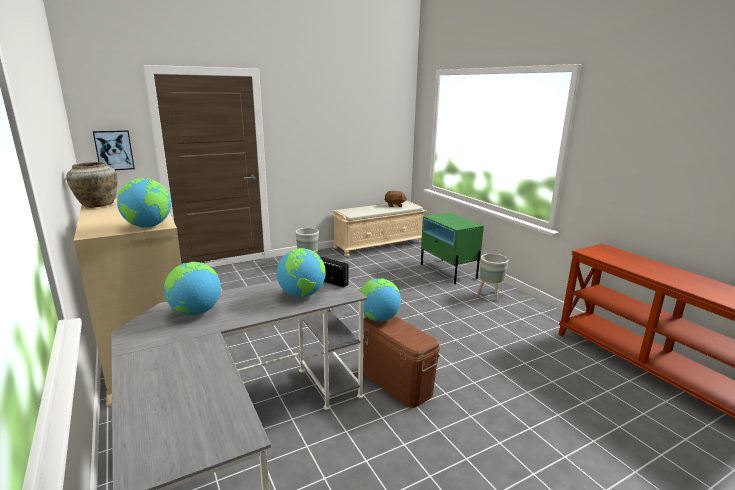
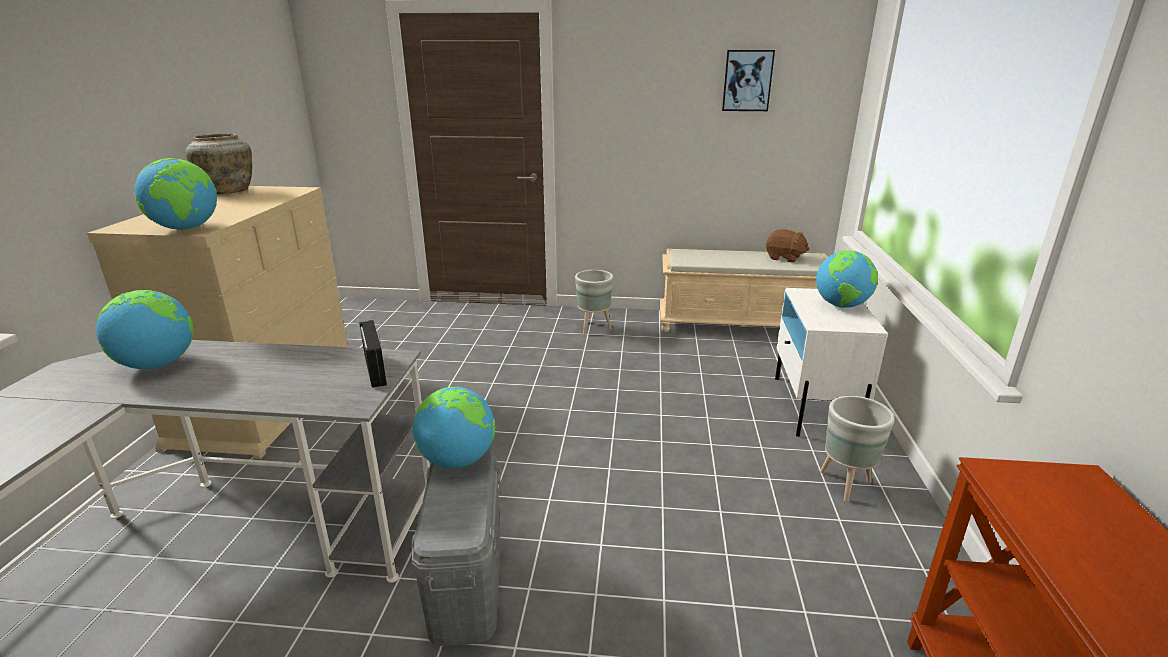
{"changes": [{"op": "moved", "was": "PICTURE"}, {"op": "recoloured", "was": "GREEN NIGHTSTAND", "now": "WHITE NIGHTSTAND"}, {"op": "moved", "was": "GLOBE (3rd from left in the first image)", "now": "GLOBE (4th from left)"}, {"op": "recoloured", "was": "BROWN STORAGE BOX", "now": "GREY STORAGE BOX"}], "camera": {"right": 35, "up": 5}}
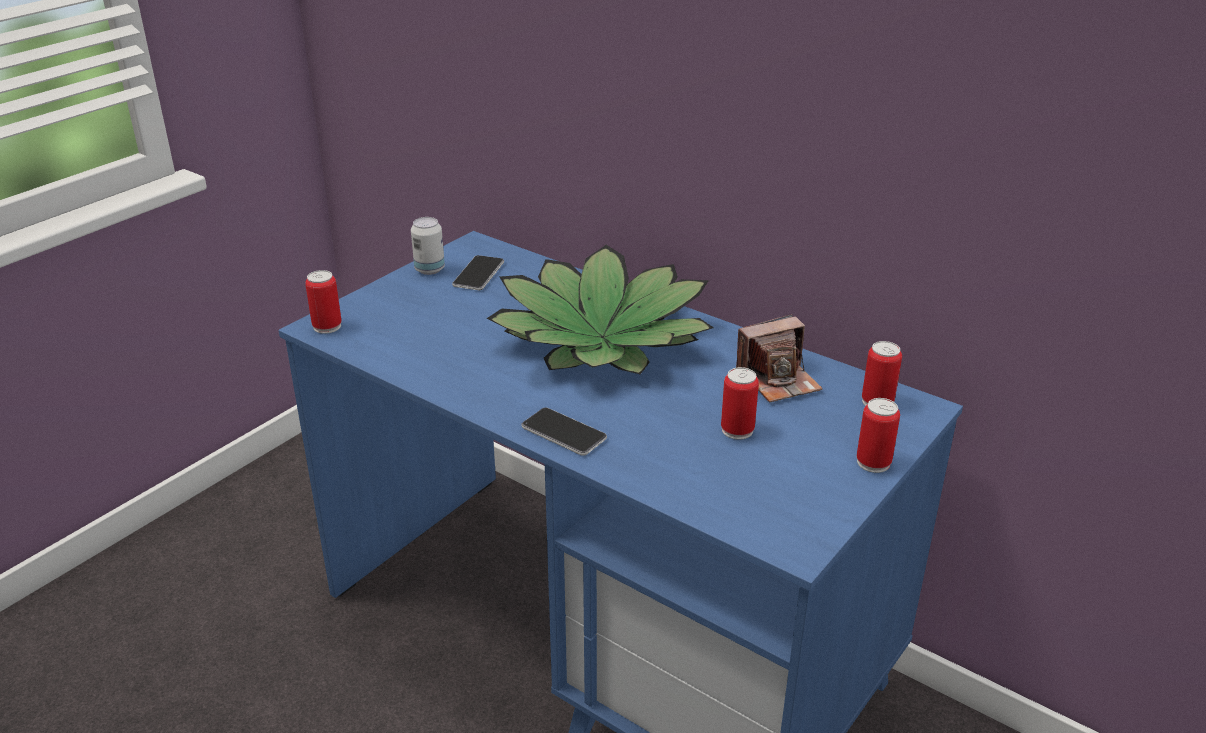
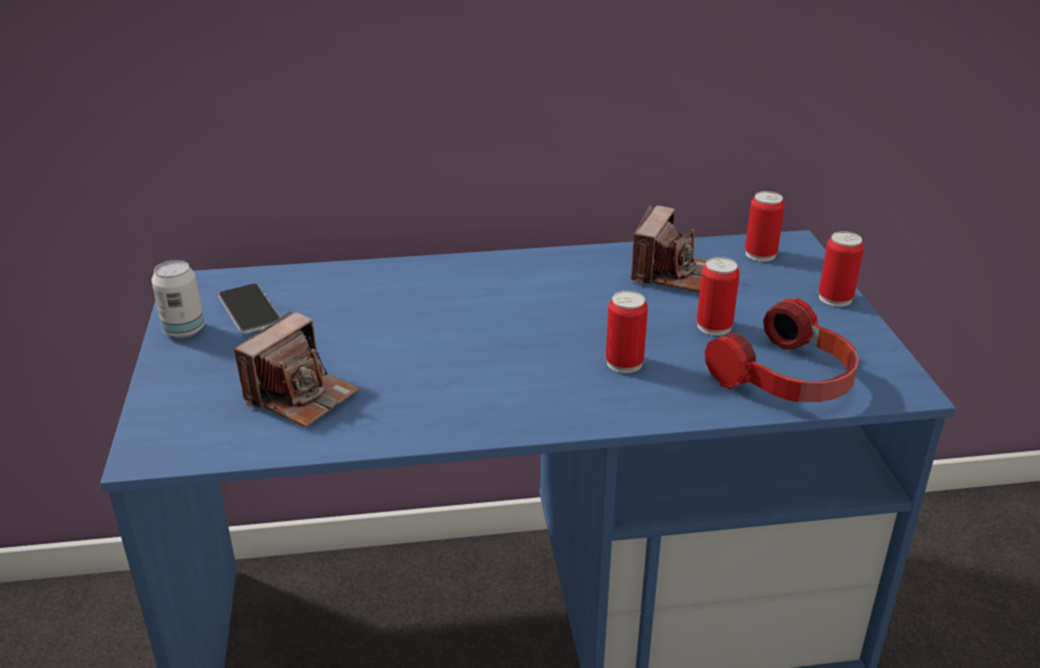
{"changes": [{"op": "removed", "was": "POTTED PLANT"}, {"op": "moved", "was": "CAN (1st from left in the first image)", "now": "CAN (2nd from left)"}, {"op": "removed", "was": "PHONE (2nd from left)"}, {"op": "added", "now": "HEADPHONES"}, {"op": "added", "now": "PHOTO CAMERA (1st from left)"}], "camera": {"right": -45, "up": 0}}
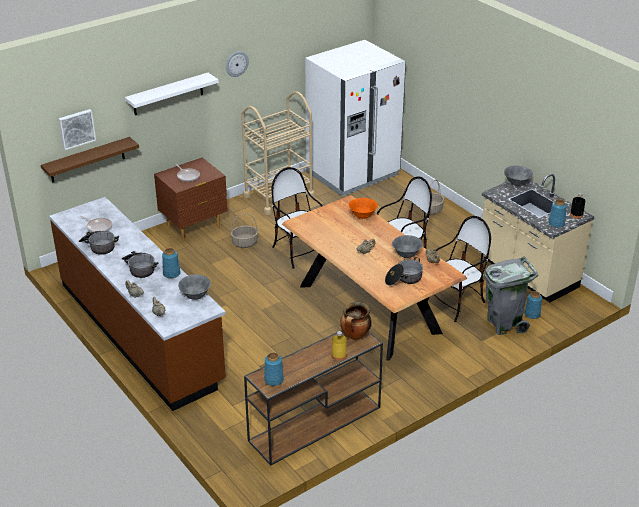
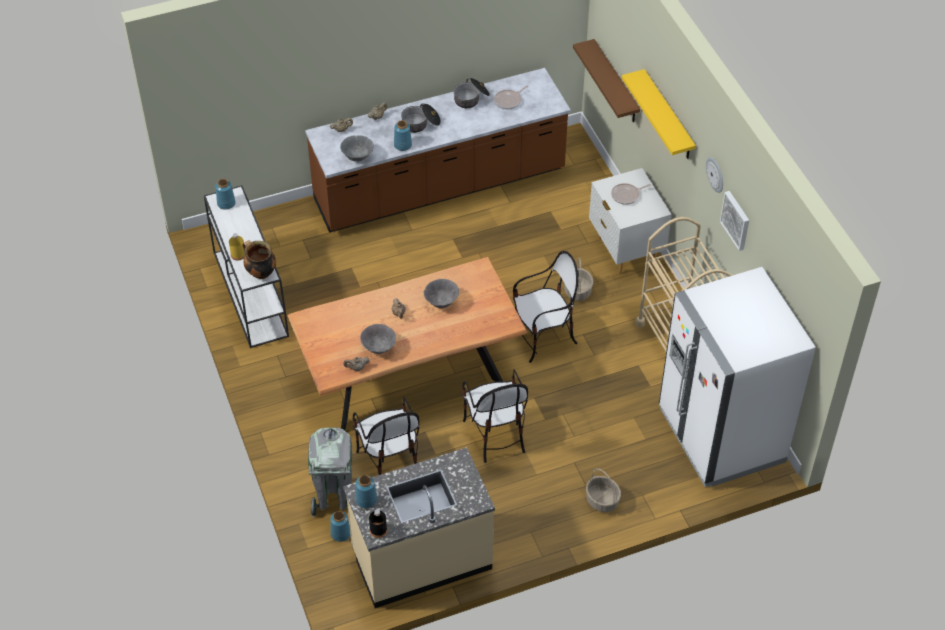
{"changes": [{"op": "recoloured", "was": "WHITE SHELF", "now": "YELLOW SHELF"}, {"op": "moved", "was": "PICTURE"}, {"op": "recoloured", "was": "BROWN NIGHTSTAND", "now": "WHITE NIGHTSTAND"}, {"op": "moved", "was": "GREY BOWL (3rd from left)"}, {"op": "removed", "was": "ORANGE BOWL"}, {"op": "removed", "was": "COOKING POT (4th from left)"}, {"op": "recoloured", "was": "BROWN CONSOLE TABLE", "now": "WHITE CONSOLE TABLE"}], "camera": {"right": 105, "up": 15}}
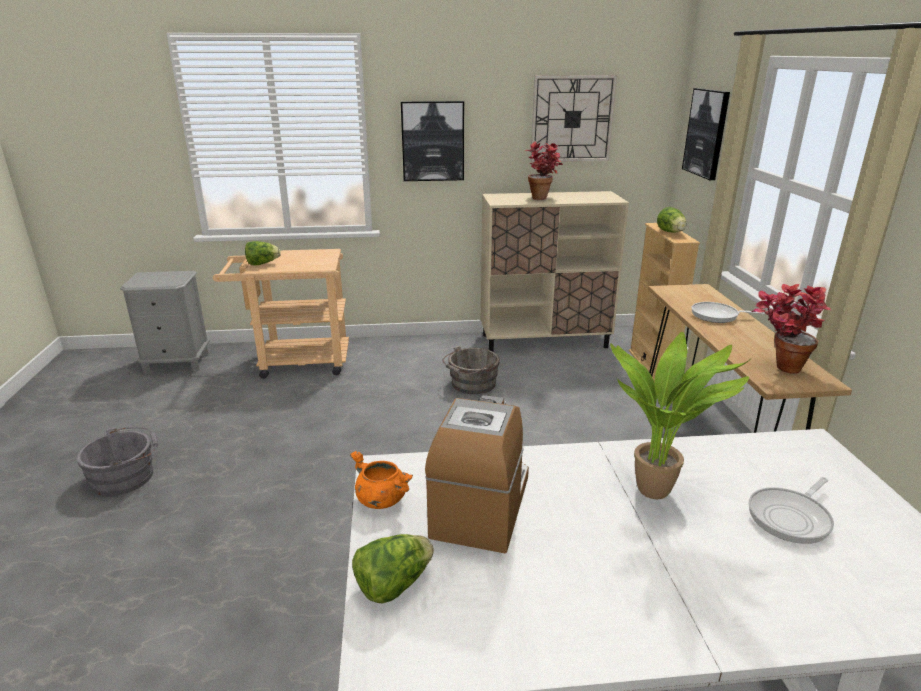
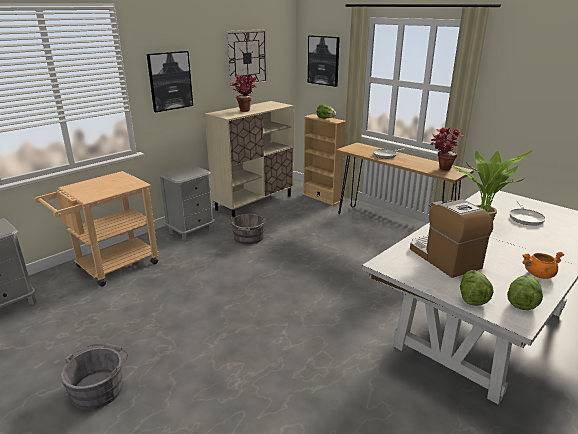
{"changes": [{"op": "moved", "was": "LETTUCE (1st from left in the first image)", "now": "LETTUCE (3rd from left)"}, {"op": "moved", "was": "ORANGE COOKING POT"}, {"op": "added", "now": "GREY NIGHTSTAND (2nd from left)"}], "camera": {"right": -40, "up": 0}}
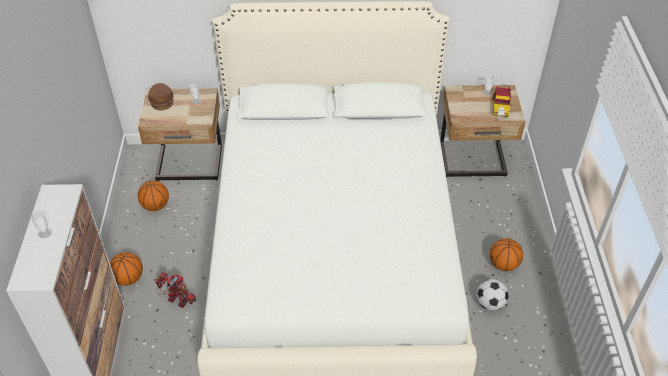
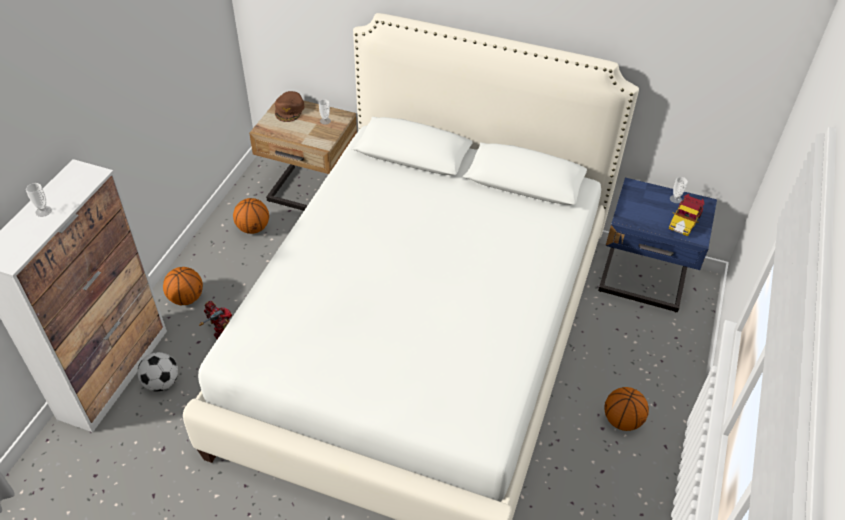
{"changes": [{"op": "recoloured", "was": "BEIGE NIGHTSTAND (2nd from left)", "now": "BLUE NIGHTSTAND"}, {"op": "moved", "was": "FOOTBALL"}], "camera": {"right": 20, "up": 0}}
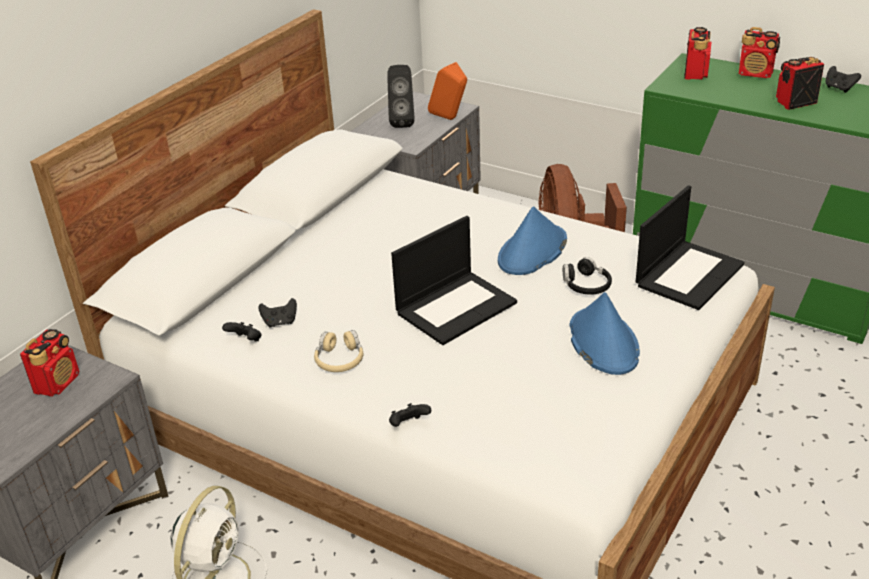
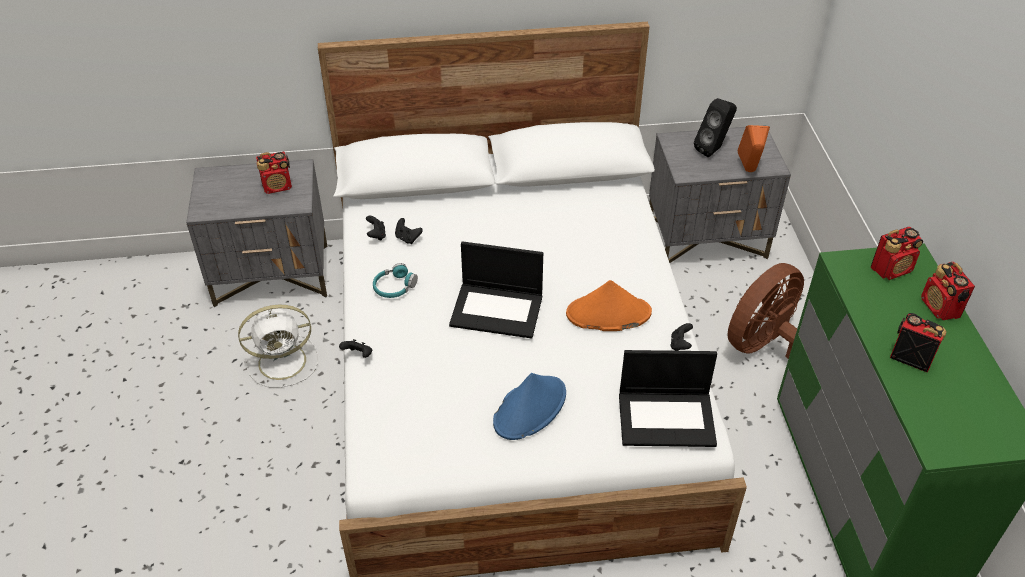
{"changes": [{"op": "moved", "was": "BLACK GAME CONTROLLER (4th from left)"}, {"op": "recoloured", "was": "BLUE HAT (1st from left)", "now": "ORANGE HAT"}, {"op": "removed", "was": "BLACK HEADPHONES"}, {"op": "recoloured", "was": "BEIGE HEADPHONES", "now": "TURQUOISE HEADPHONES"}], "camera": {"right": 50, "up": 10}}
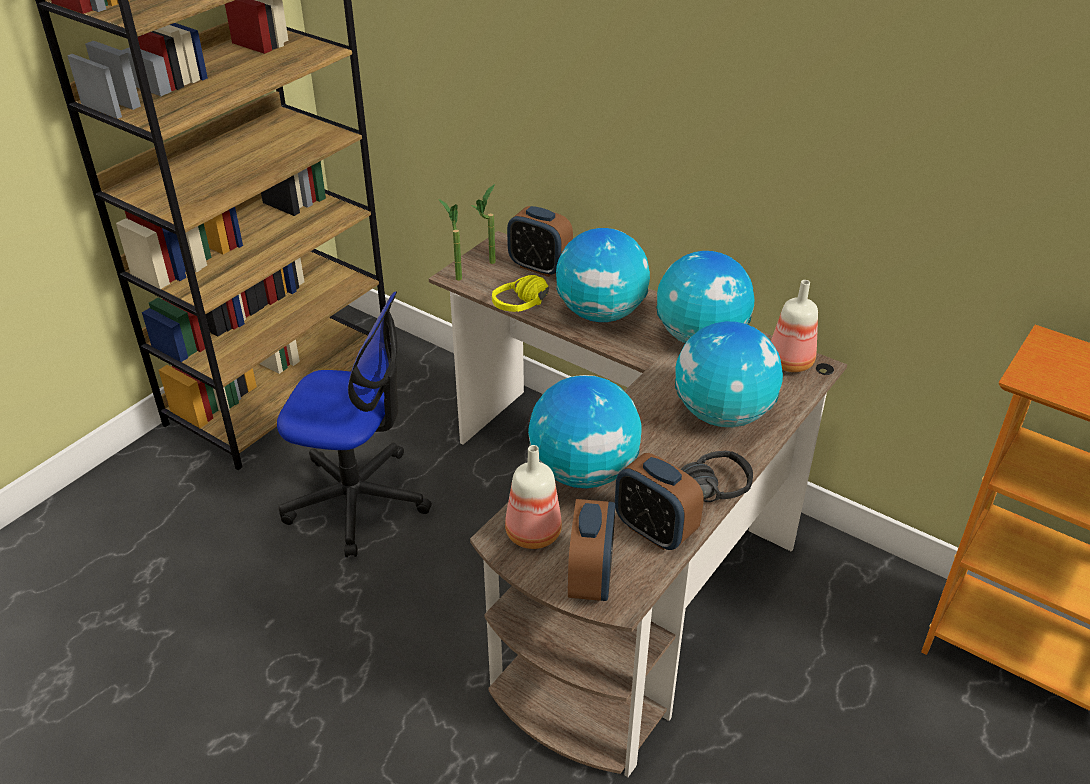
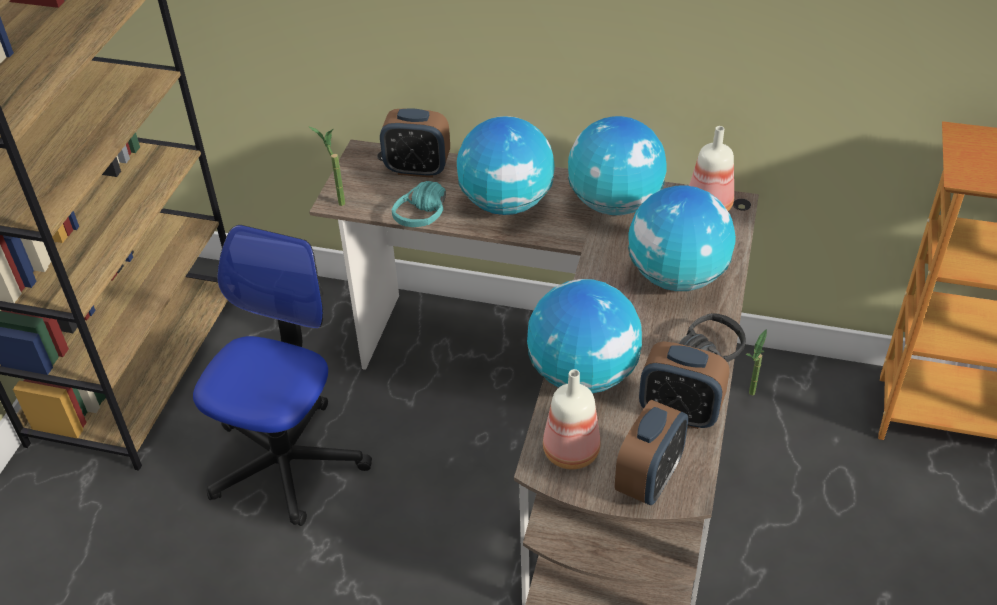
{"changes": [{"op": "moved", "was": "POTTED PLANT (2nd from left)"}, {"op": "recoloured", "was": "YELLOW HEADPHONES", "now": "TURQUOISE HEADPHONES"}, {"op": "turned", "was": "OFFICE CHAIR", "clockwise": -60}, {"op": "turned", "was": "ALARM CLOCK (2nd from left)", "clockwise": 45}], "camera": {"right": -20, "up": 5}}
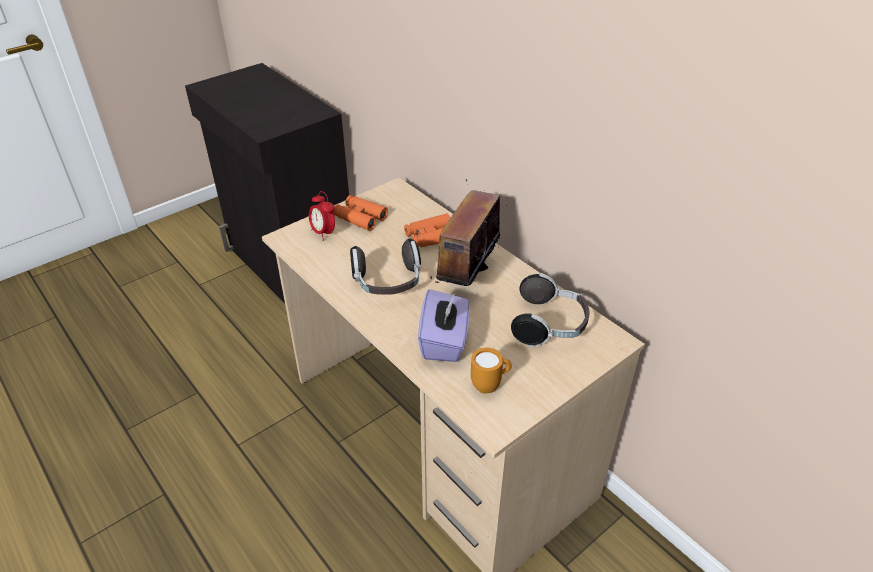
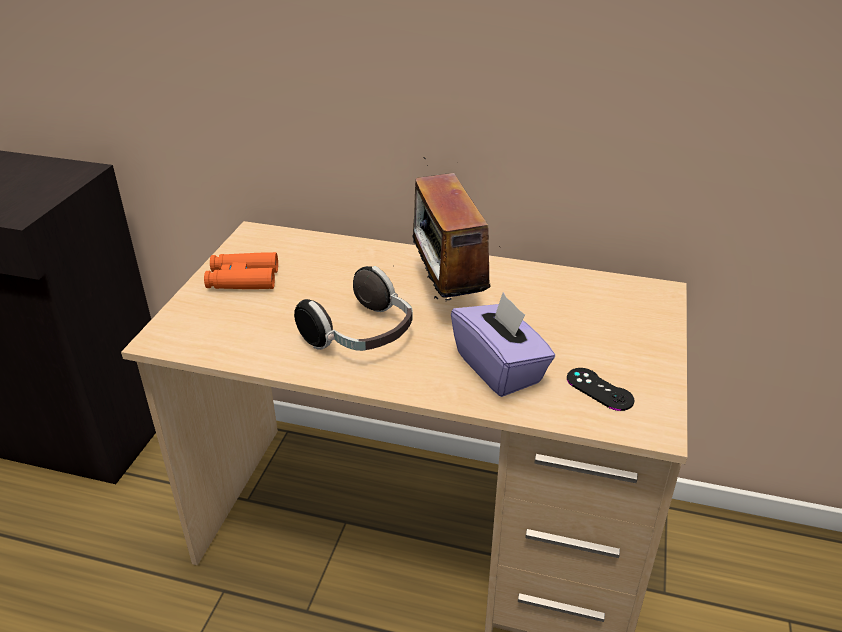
{"changes": [{"op": "removed", "was": "ALARM CLOCK"}, {"op": "removed", "was": "ORANGE BINOCULARS (2nd from left)"}, {"op": "removed", "was": "HEADPHONES (2nd from left)"}, {"op": "replaced", "was": "ORANGE MUG", "now": "BLACK GAME CONTROLLER"}], "camera": {"right": -35, "up": -5}}
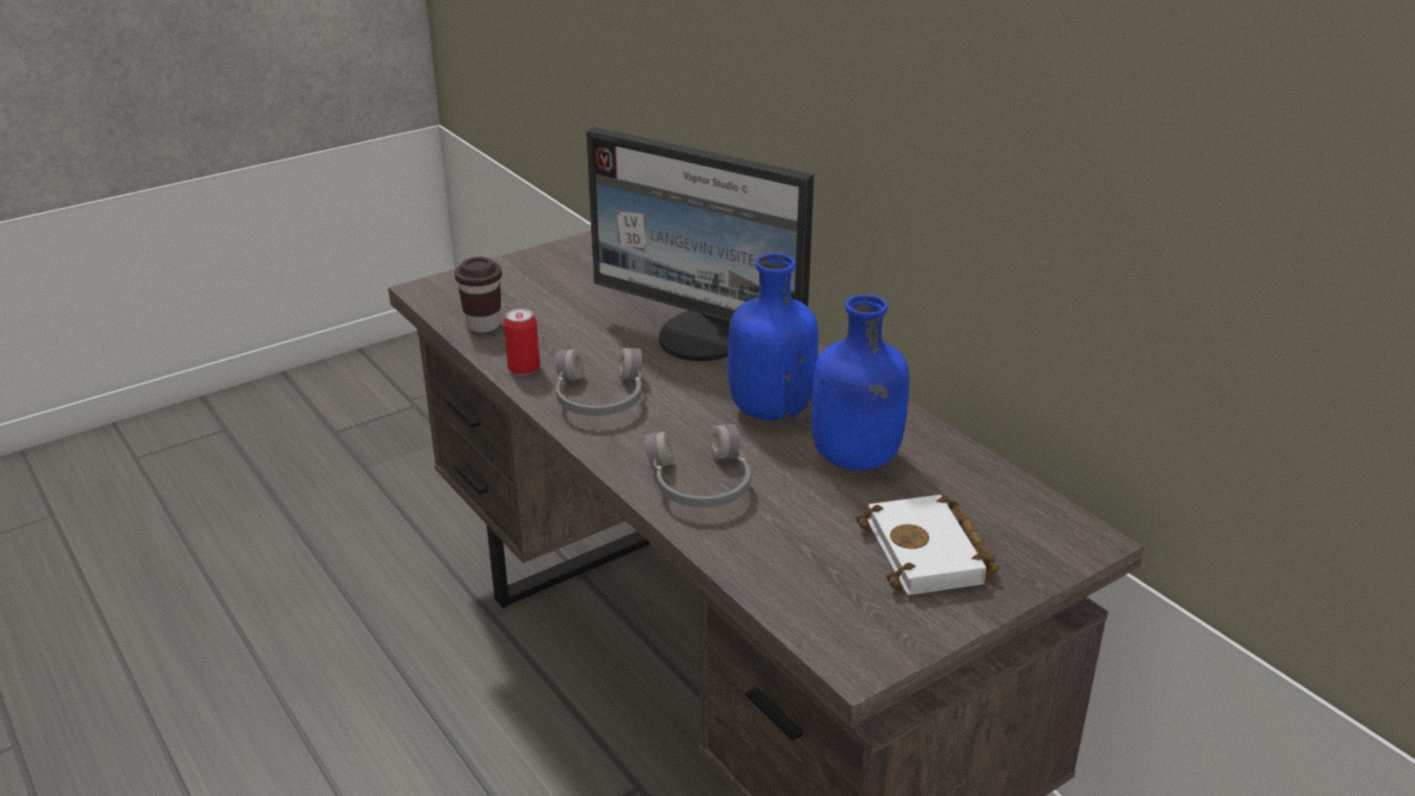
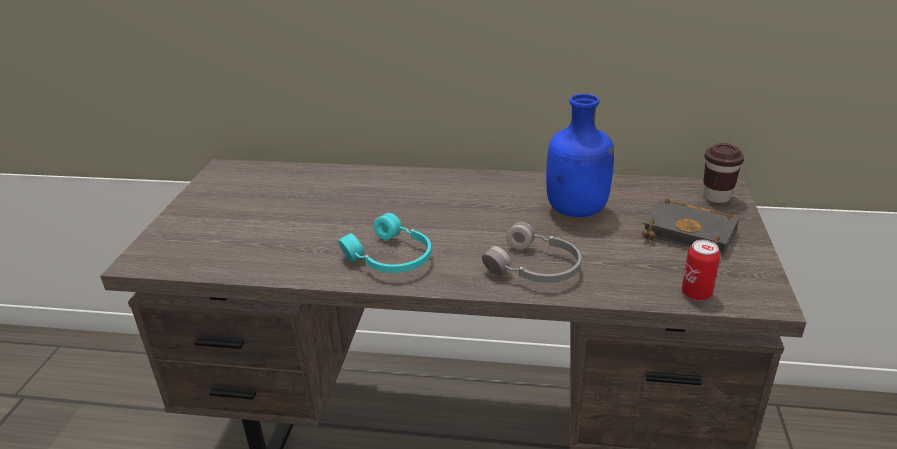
{"changes": [{"op": "removed", "was": "MONITOR"}, {"op": "removed", "was": "BLUE BOTTLE (1st from left)"}, {"op": "moved", "was": "BROWN CUP"}, {"op": "moved", "was": "CAN"}, {"op": "recoloured", "was": "GREY HEADPHONES (1st from left)", "now": "TURQUOISE HEADPHONES"}, {"op": "recoloured", "was": "WHITE BOOK", "now": "BLACK BOOK"}], "camera": {"right": -45, "up": 0}}
